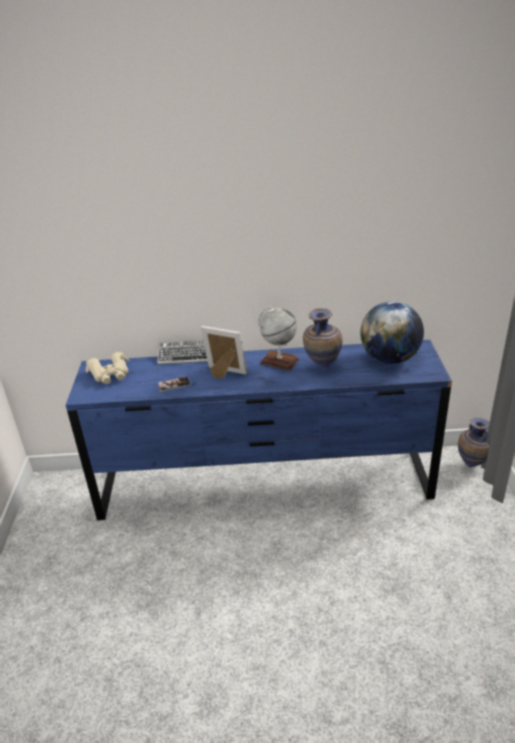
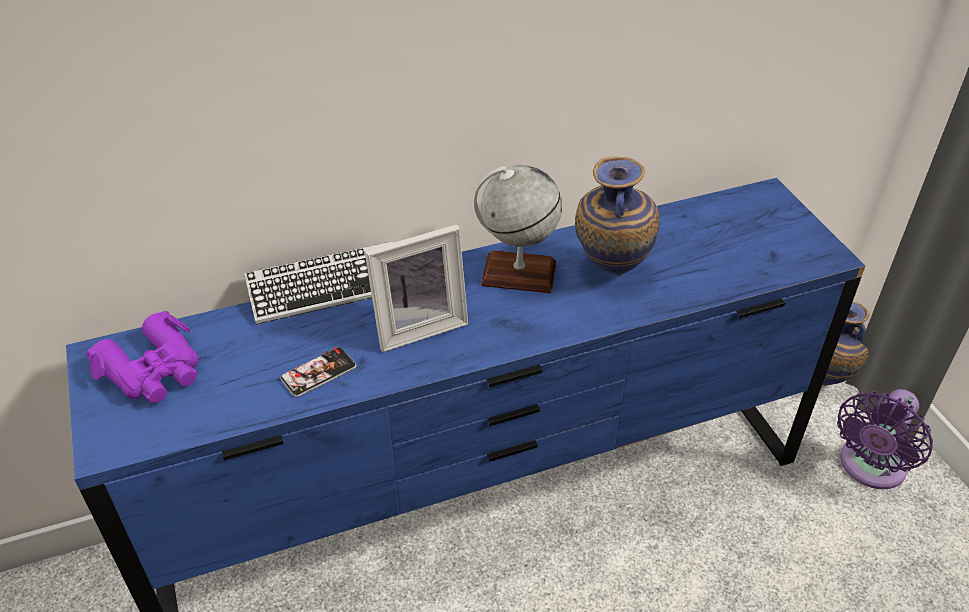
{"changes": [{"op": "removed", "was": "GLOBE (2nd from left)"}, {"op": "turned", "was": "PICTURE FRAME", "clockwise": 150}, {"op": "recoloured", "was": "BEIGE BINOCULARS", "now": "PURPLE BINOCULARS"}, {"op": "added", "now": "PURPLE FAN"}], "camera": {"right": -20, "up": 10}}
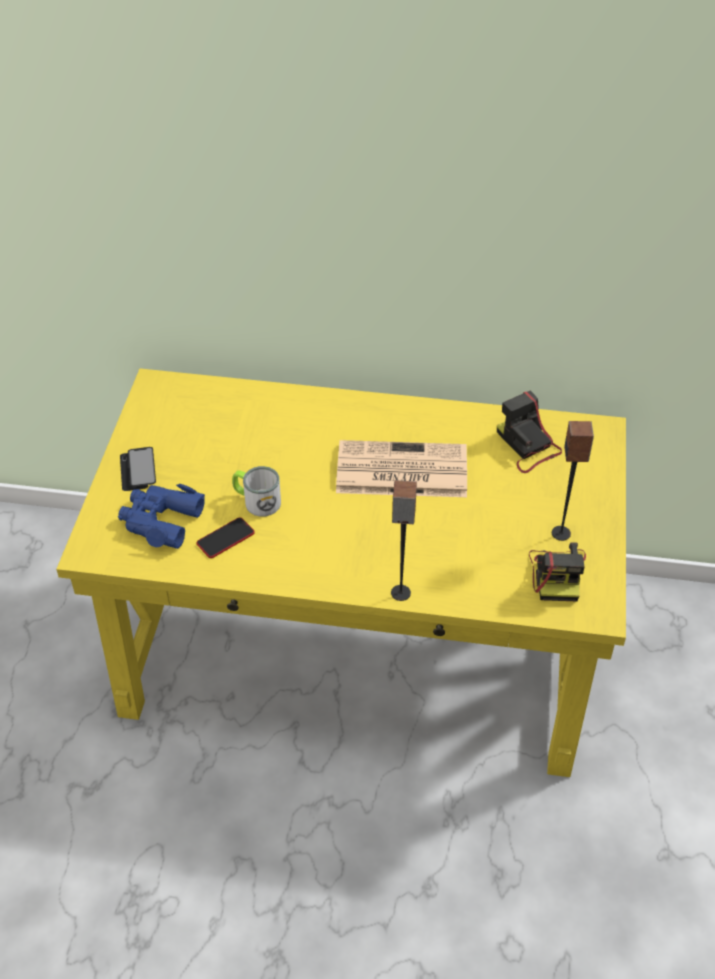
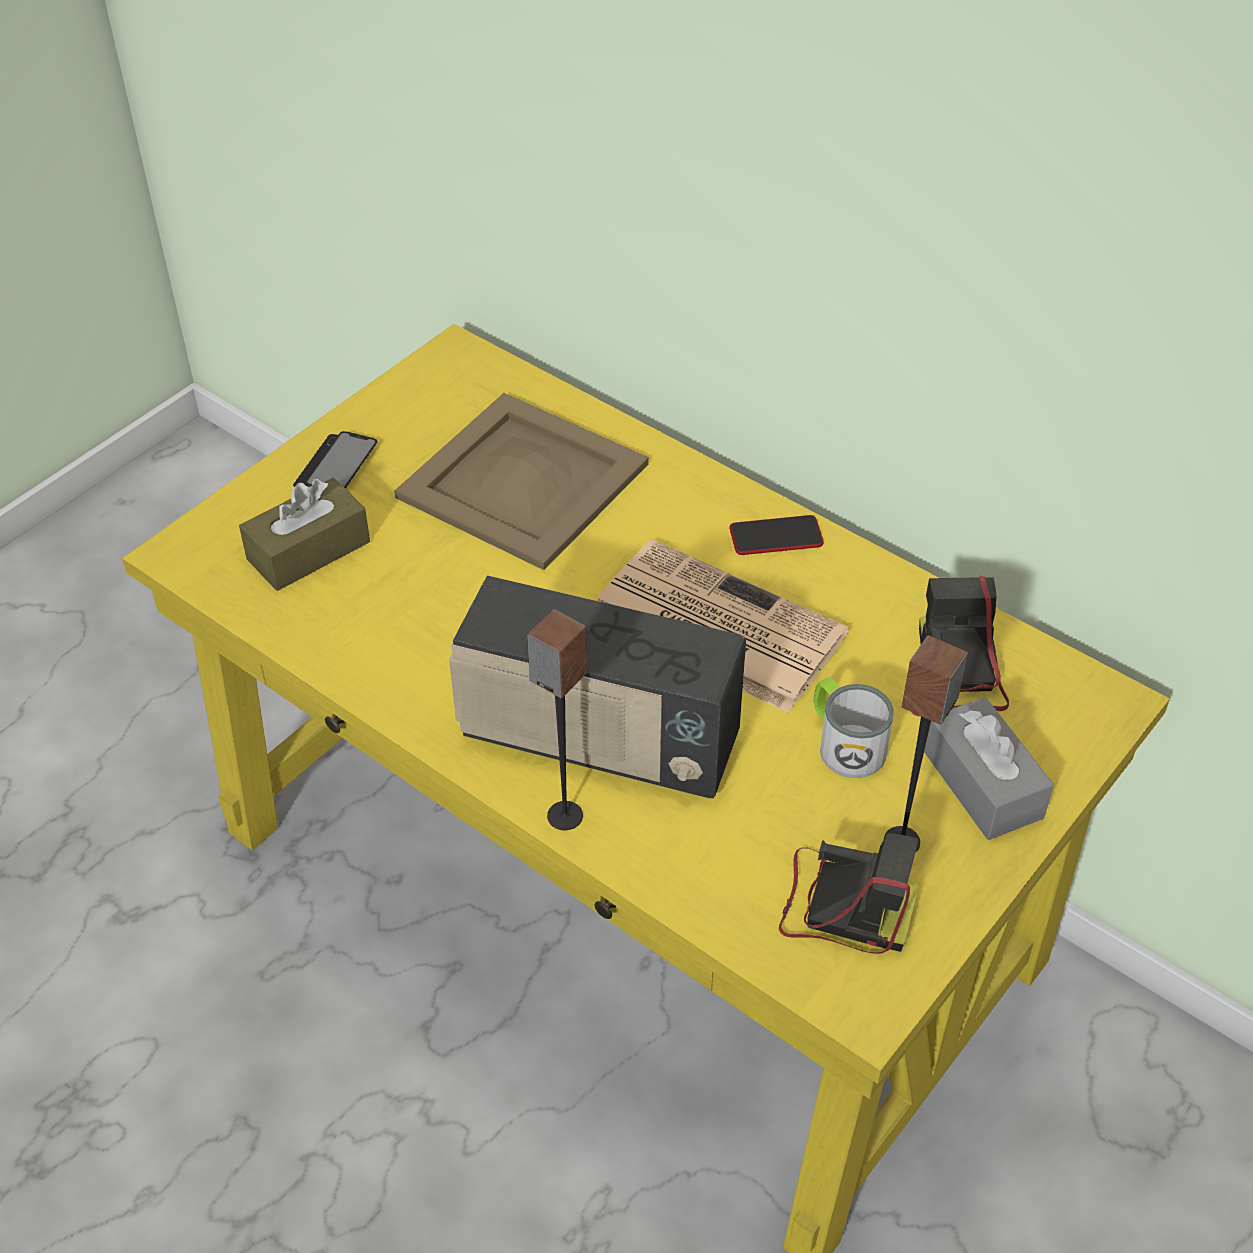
{"changes": [{"op": "moved", "was": "MUG"}, {"op": "replaced", "was": "BLUE BINOCULARS", "now": "BROWN TISSUE BOX"}, {"op": "moved", "was": "PHONE (2nd from left)"}, {"op": "turned", "was": "PHOTO CAMERA (2nd from left in the first image)", "clockwise": -105}, {"op": "added", "now": "BEIGE TRAY"}, {"op": "added", "now": "RADIO"}, {"op": "added", "now": "GREY TISSUE BOX"}], "camera": {"right": 30, "up": 0}}
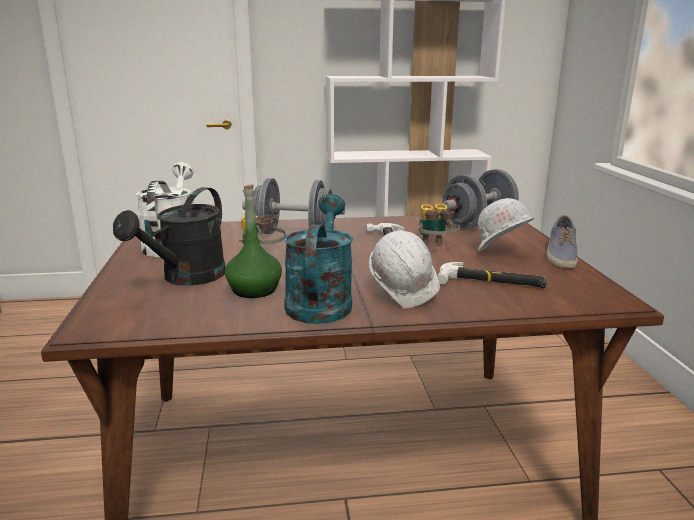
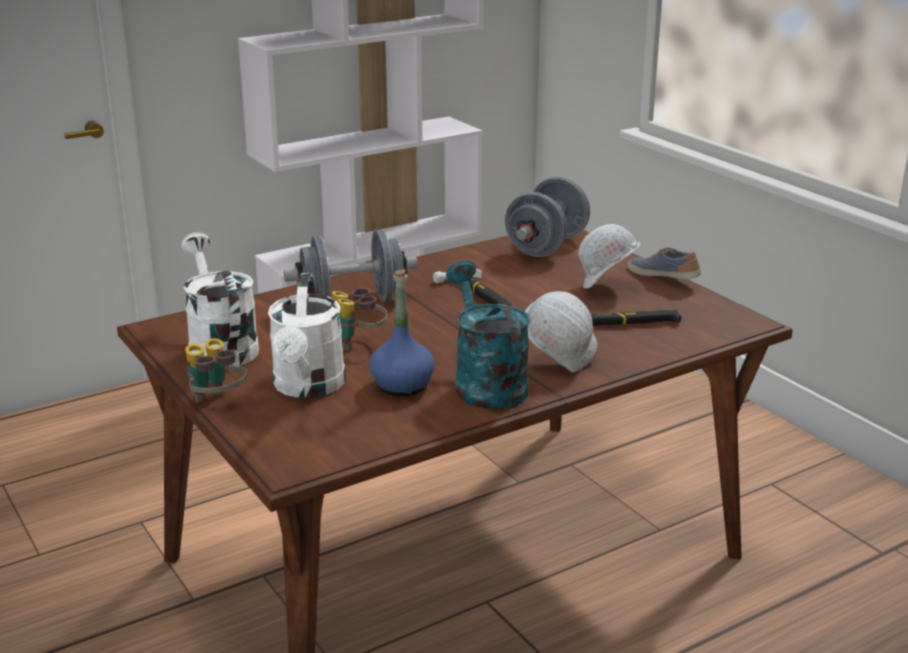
{"changes": [{"op": "recoloured", "was": "GREEN BOTTLE", "now": "BLUE BOTTLE"}, {"op": "recoloured", "was": "BLACK WATERING CAN", "now": "WHITE WATERING CAN (2nd from left)"}, {"op": "moved", "was": "BINOCULARS (2nd from left in the first image)", "now": "BINOCULARS (1st from left)"}, {"op": "turned", "was": "SHOE", "clockwise": 150}], "camera": {"right": -25, "up": 5}}
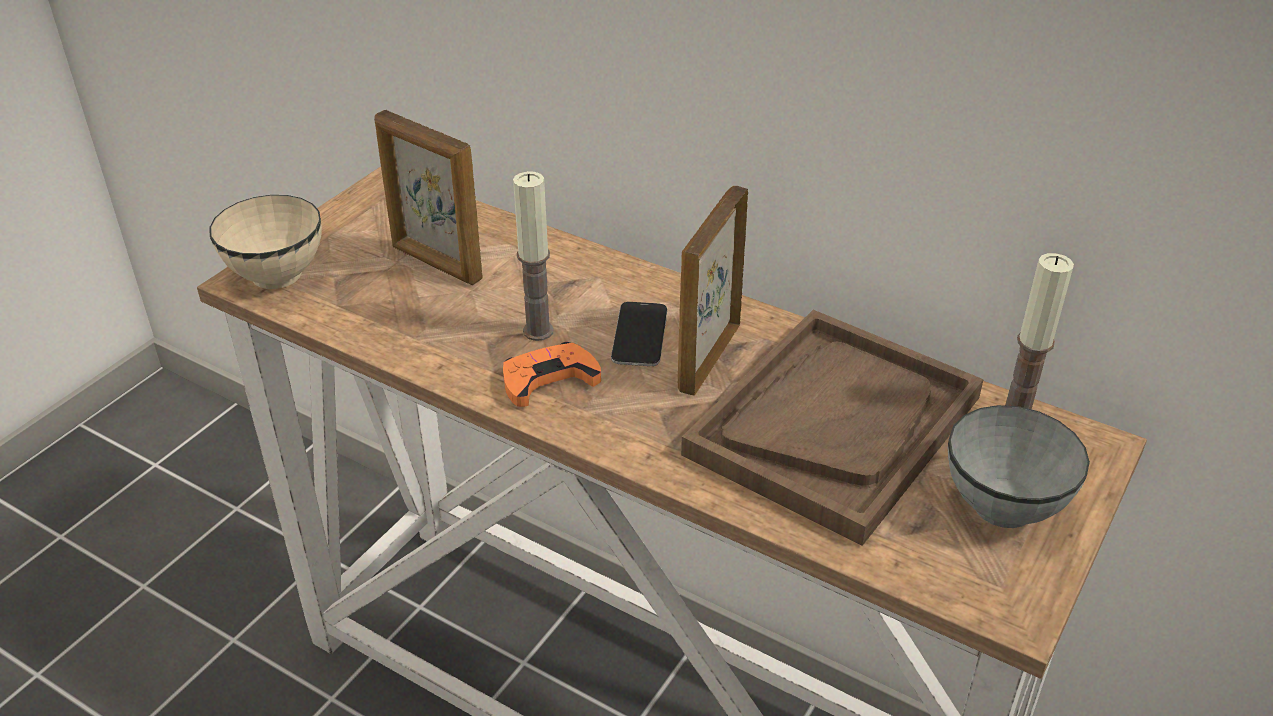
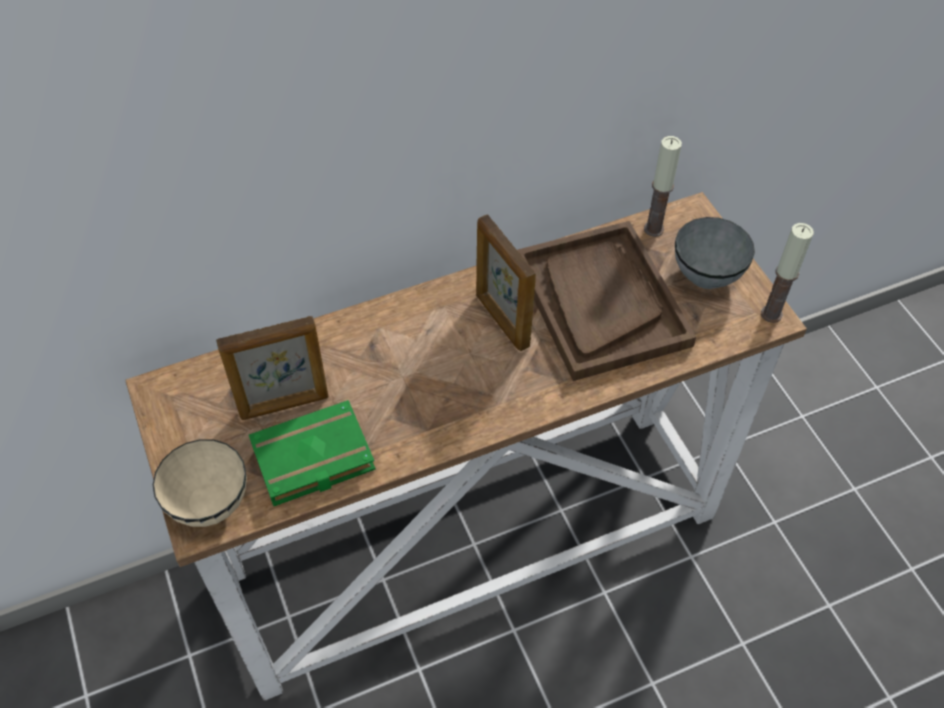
{"changes": [{"op": "moved", "was": "CANDLE (1st from left in the first image)", "now": "CANDLE (2nd from left)"}, {"op": "removed", "was": "PHONE"}, {"op": "removed", "was": "ORANGE GAME CONTROLLER"}, {"op": "added", "now": "GREEN BOOK"}], "camera": {"right": -55, "up": 15}}
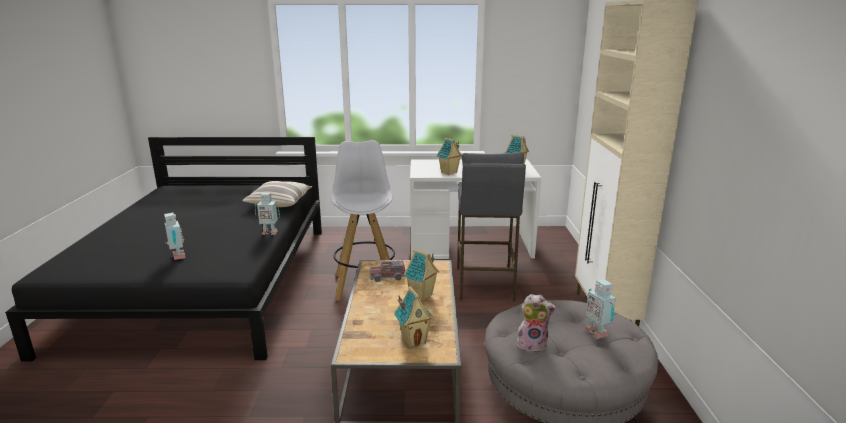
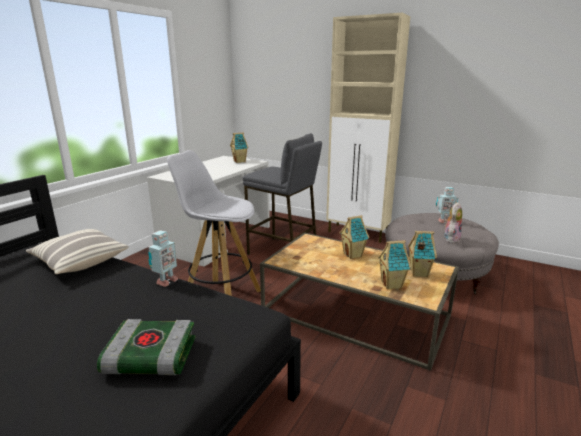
{"changes": [{"op": "moved", "was": "TOY HOUSE (3rd from left)"}, {"op": "replaced", "was": "TOY ROBOT (1st from left)", "now": "BOOK"}, {"op": "removed", "was": "TOY TRUCK"}], "camera": {"right": -60, "up": 0}}
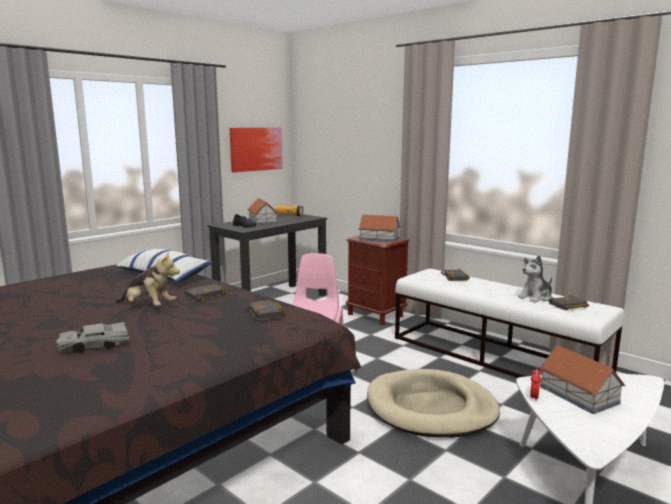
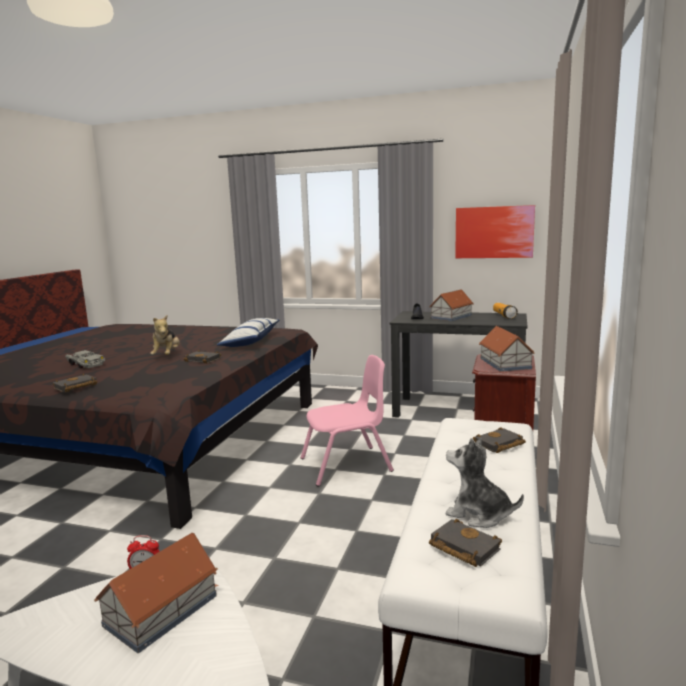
{"changes": [{"op": "moved", "was": "BLACK BOOK (2nd from left in the first image)", "now": "BLACK BOOK (1st from left)"}, {"op": "removed", "was": "BEIGE DOG BED"}], "camera": {"right": 65, "up": 0}}
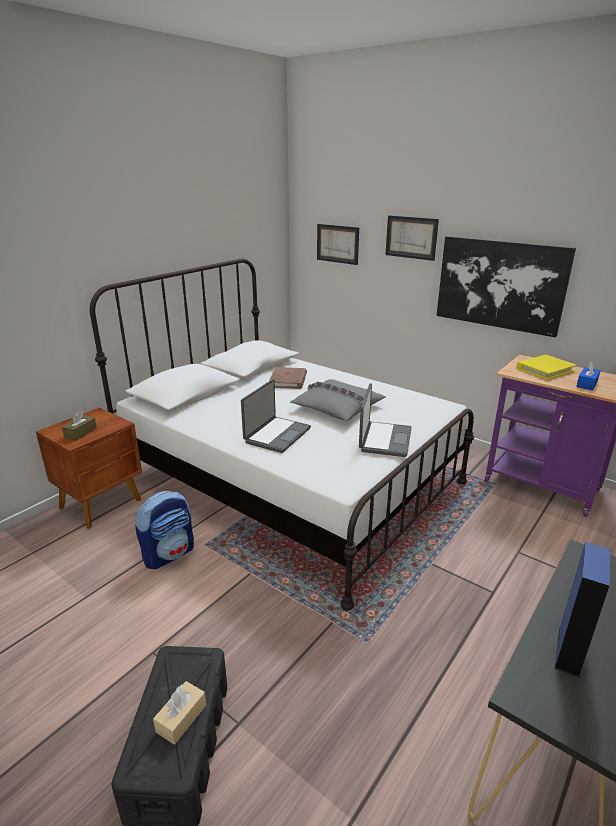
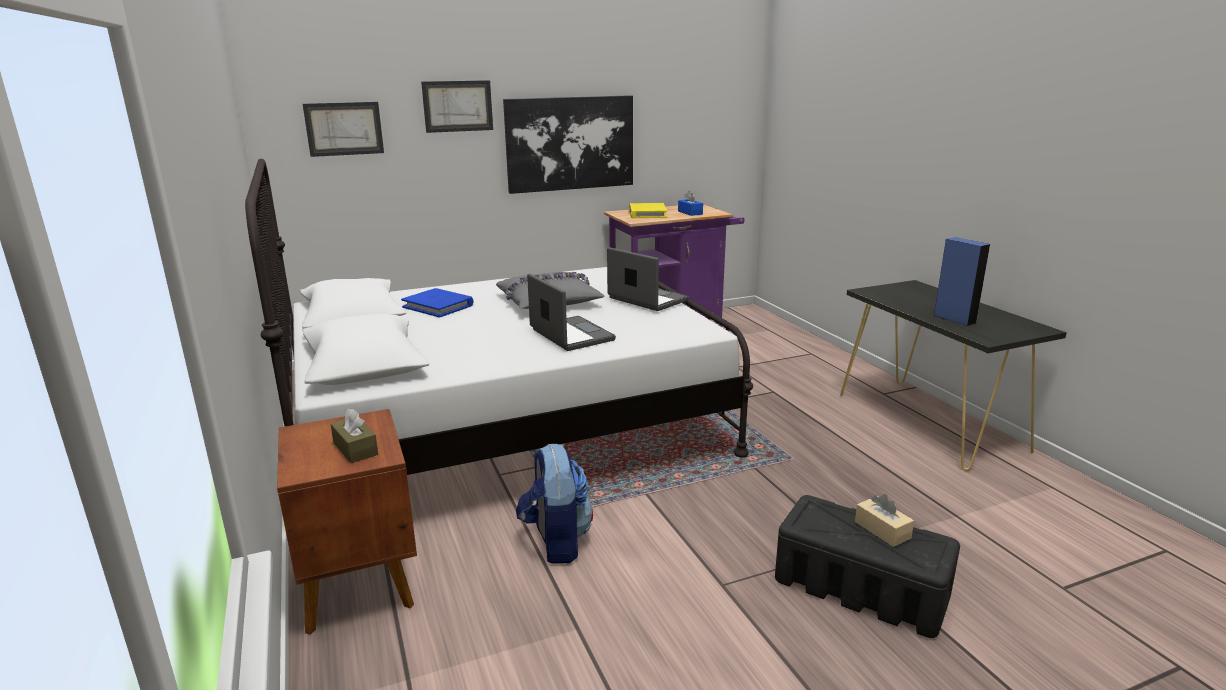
{"changes": [{"op": "recoloured", "was": "BROWN BOOK", "now": "BLUE BOOK"}], "camera": {"right": -60, "up": -5}}
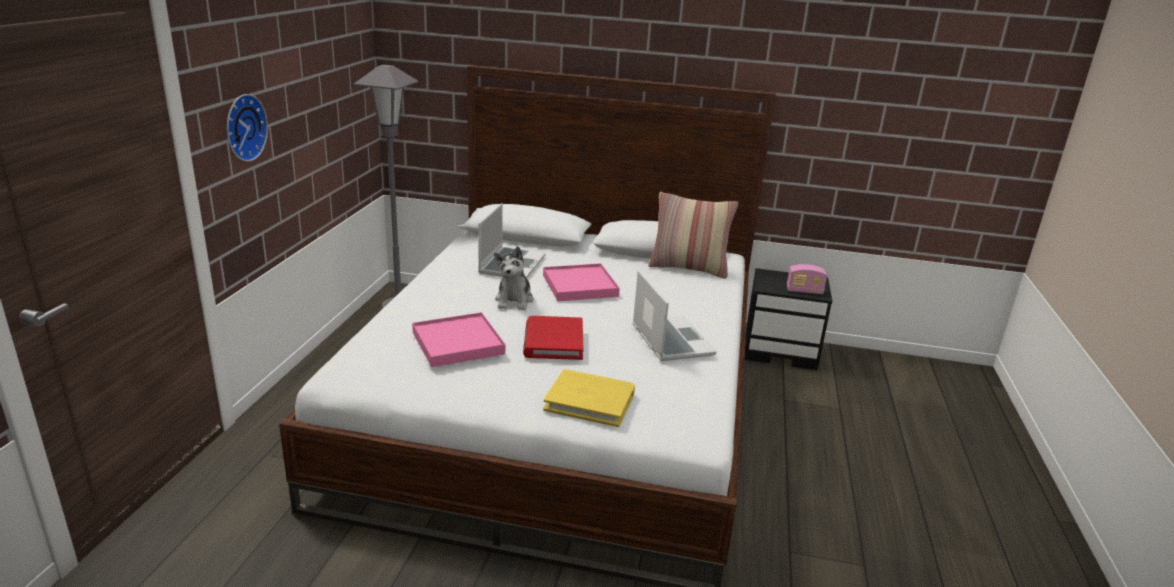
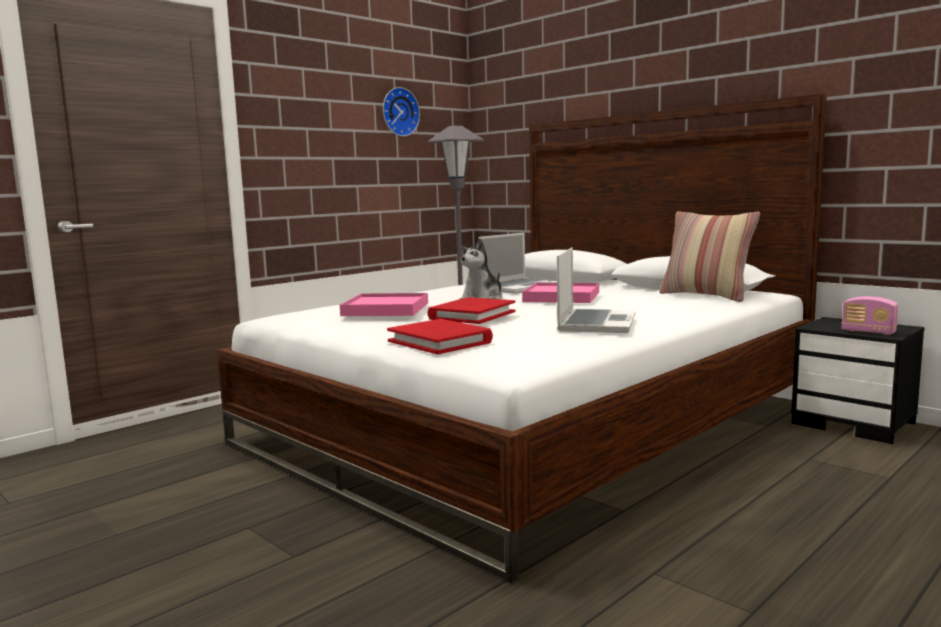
{"changes": [{"op": "moved", "was": "WALL CLOCK"}, {"op": "recoloured", "was": "YELLOW BOOK", "now": "RED BOOK (1st from left)"}], "camera": {"right": 35, "up": -15}}
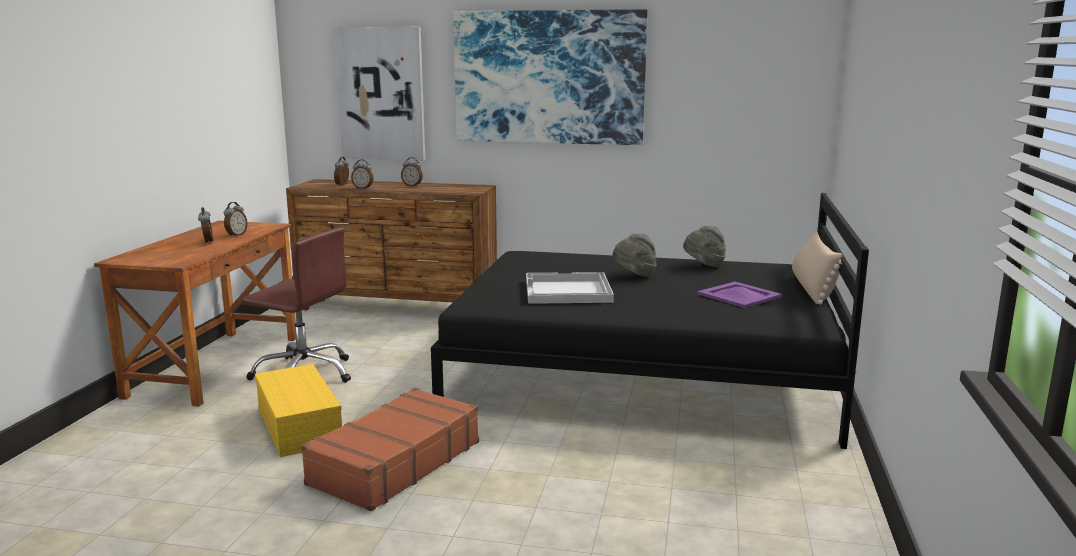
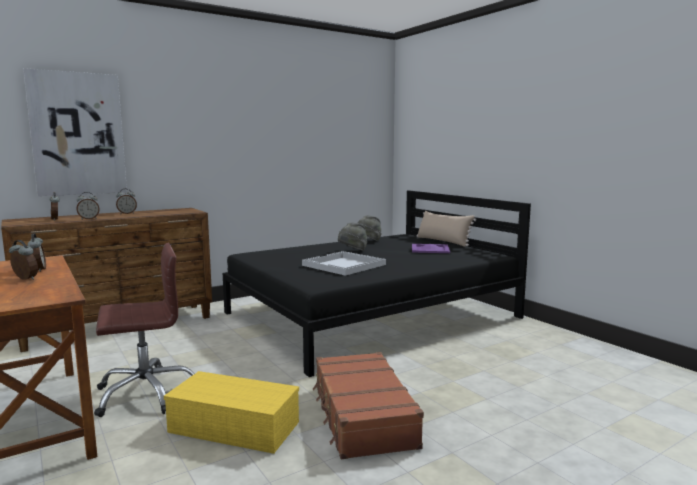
{"changes": [{"op": "removed", "was": "PICTURE (2nd from left)"}], "camera": {"right": -45, "up": -5}}
